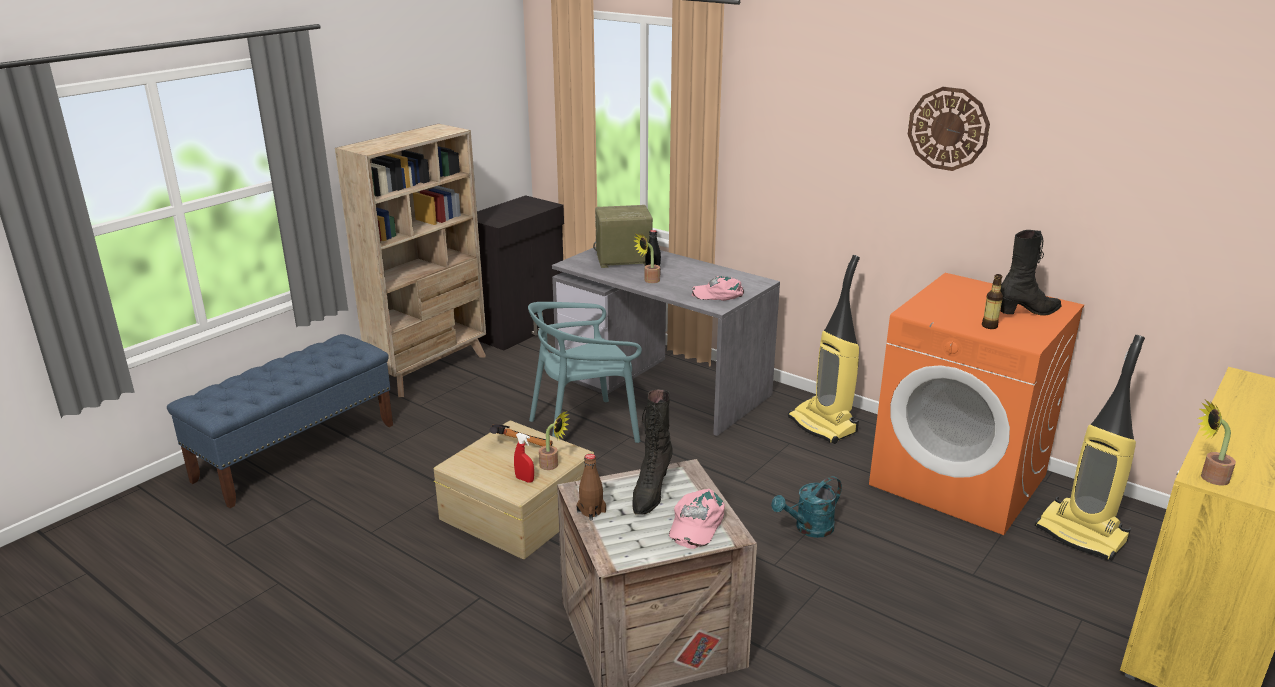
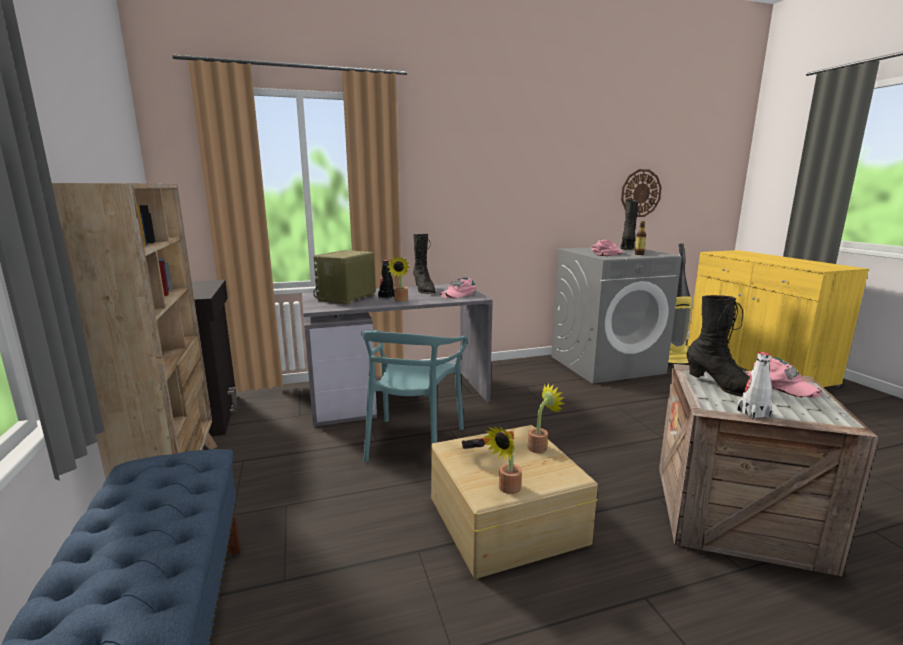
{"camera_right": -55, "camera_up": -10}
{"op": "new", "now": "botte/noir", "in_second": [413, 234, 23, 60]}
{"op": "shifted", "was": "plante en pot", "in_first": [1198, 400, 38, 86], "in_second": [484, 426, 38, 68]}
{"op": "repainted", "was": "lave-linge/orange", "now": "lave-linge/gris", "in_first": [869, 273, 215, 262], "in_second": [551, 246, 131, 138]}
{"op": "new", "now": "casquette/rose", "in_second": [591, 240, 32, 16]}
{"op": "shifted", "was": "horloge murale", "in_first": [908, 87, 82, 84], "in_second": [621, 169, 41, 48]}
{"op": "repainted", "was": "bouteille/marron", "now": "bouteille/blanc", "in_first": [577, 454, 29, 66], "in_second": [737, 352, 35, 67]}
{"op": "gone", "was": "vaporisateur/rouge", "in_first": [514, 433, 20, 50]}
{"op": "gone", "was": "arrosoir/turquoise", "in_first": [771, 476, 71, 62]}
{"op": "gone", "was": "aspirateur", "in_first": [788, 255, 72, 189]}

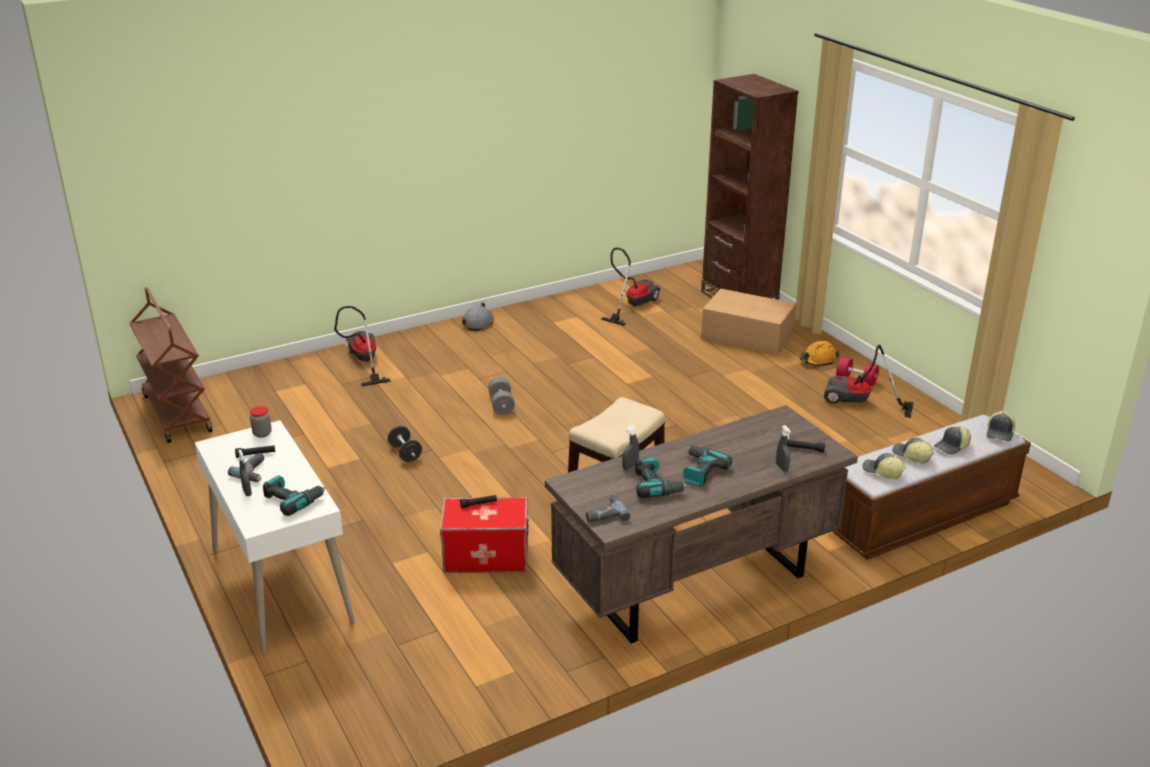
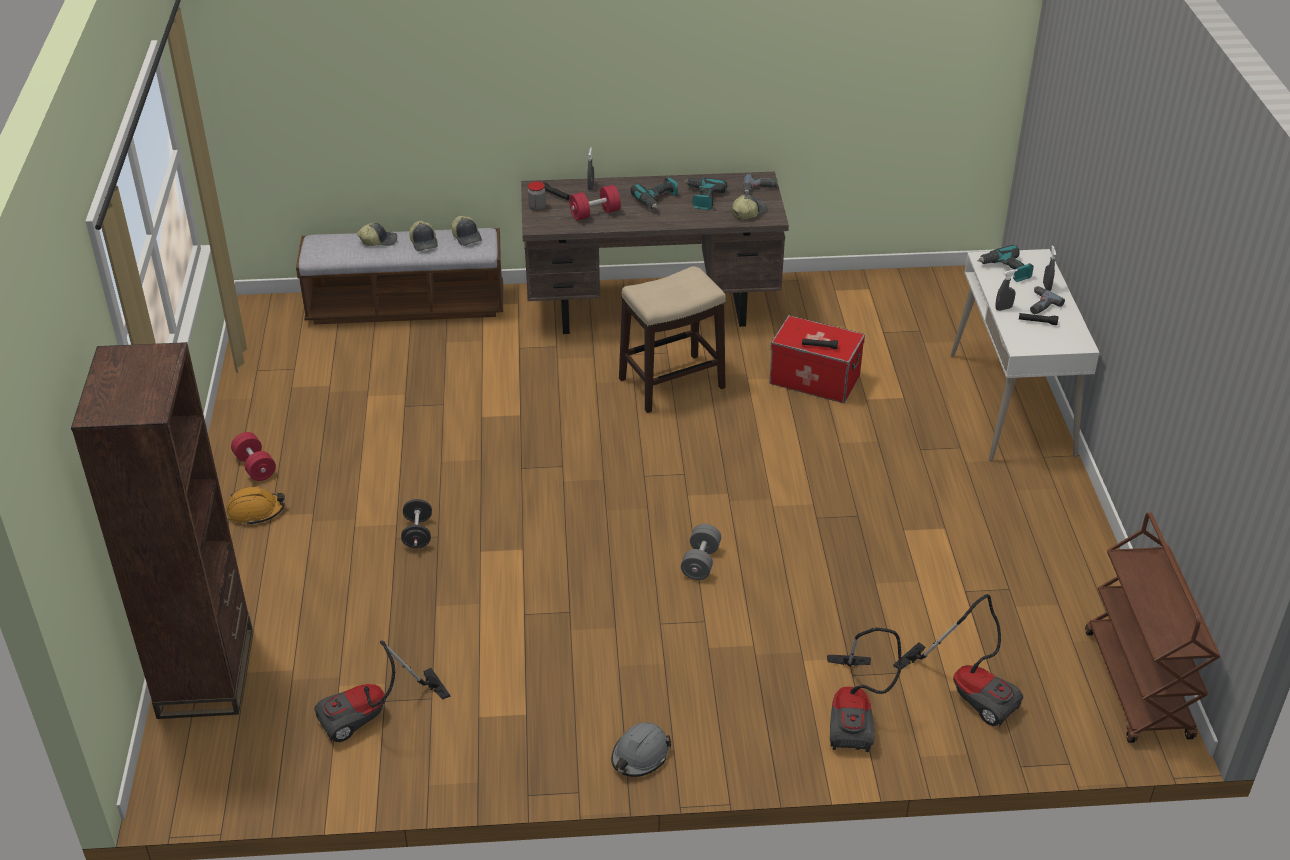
{"camera_right": -155, "camera_up": 10}
{"op": "shifted", "was": "haltère/noir", "in_first": [388, 426, 34, 36], "in_second": [401, 499, 31, 49]}
{"op": "shifted", "was": "bocal", "in_first": [250, 406, 22, 32], "in_second": [528, 181, 18, 30]}
{"op": "new", "now": "haltère/rouge", "in_second": [569, 185, 52, 35]}
{"op": "shifted", "was": "casquette", "in_first": [987, 411, 28, 30], "in_second": [732, 195, 35, 24]}
{"op": "shifted", "was": "aspirateur", "in_first": [824, 344, 90, 74], "in_second": [893, 594, 130, 133]}
{"op": "shifted", "was": "vaporisateur/gris", "in_first": [622, 425, 17, 45], "in_second": [995, 269, 22, 42]}
{"op": "gone", "was": "carton", "in_first": [701, 289, 95, 66]}

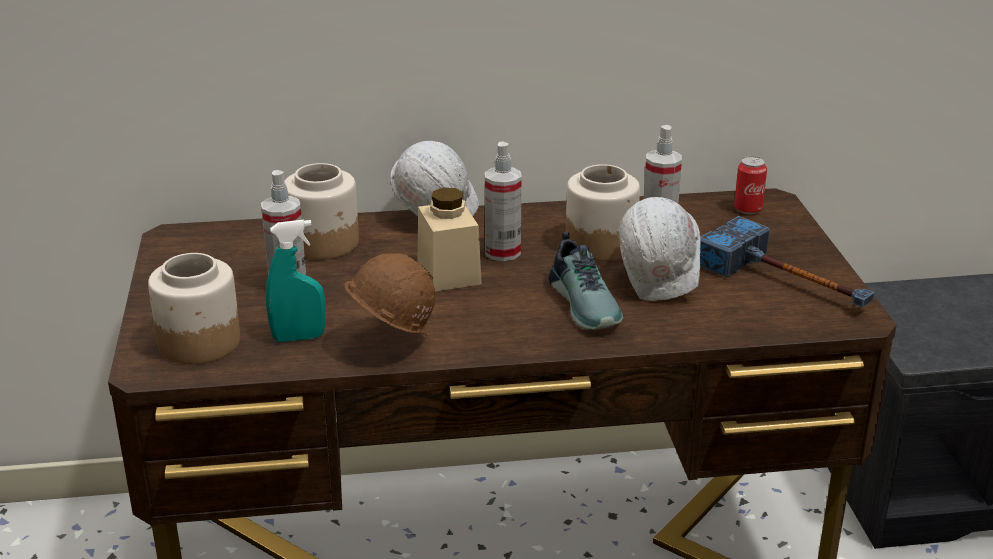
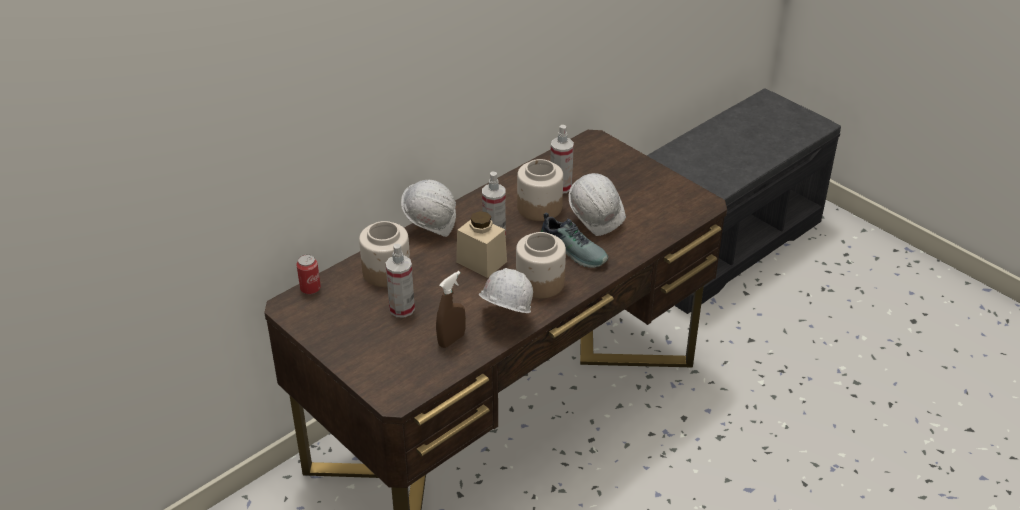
{"camera_right": -35, "camera_up": 10}
{"op": "shifted", "was": "boîte métallique", "in_first": [734, 156, 33, 58], "in_second": [297, 254, 24, 41]}
{"op": "repainted", "was": "vaporisateur/turquoise", "now": "vaporisateur/marron", "in_first": [266, 220, 60, 122], "in_second": [436, 271, 30, 77]}
{"op": "repainted", "was": "casque de chantier/marron", "now": "casque de chantier/blanc", "in_first": [344, 253, 91, 84], "in_second": [479, 268, 54, 45]}
{"op": "shifted", "was": "bocal", "in_first": [148, 253, 92, 111], "in_second": [516, 232, 50, 67]}
{"op": "gone", "was": "marteau", "in_first": [700, 216, 174, 91]}

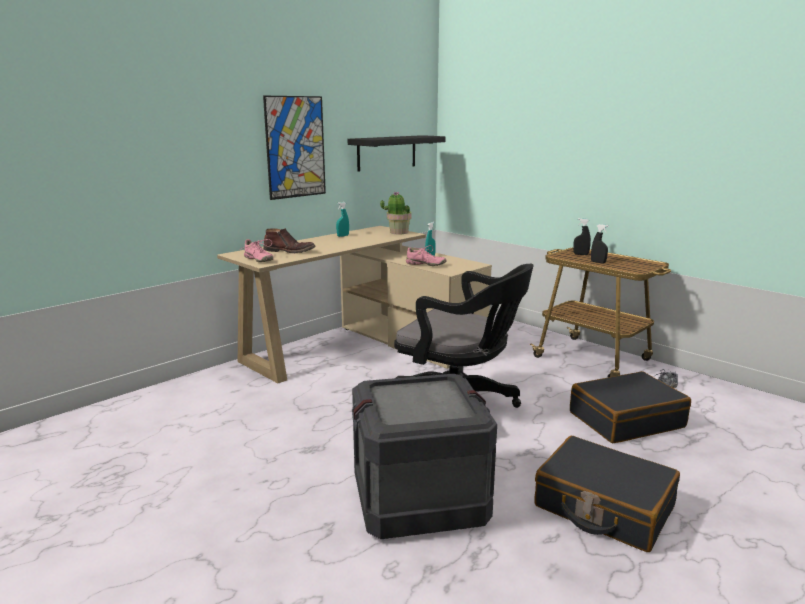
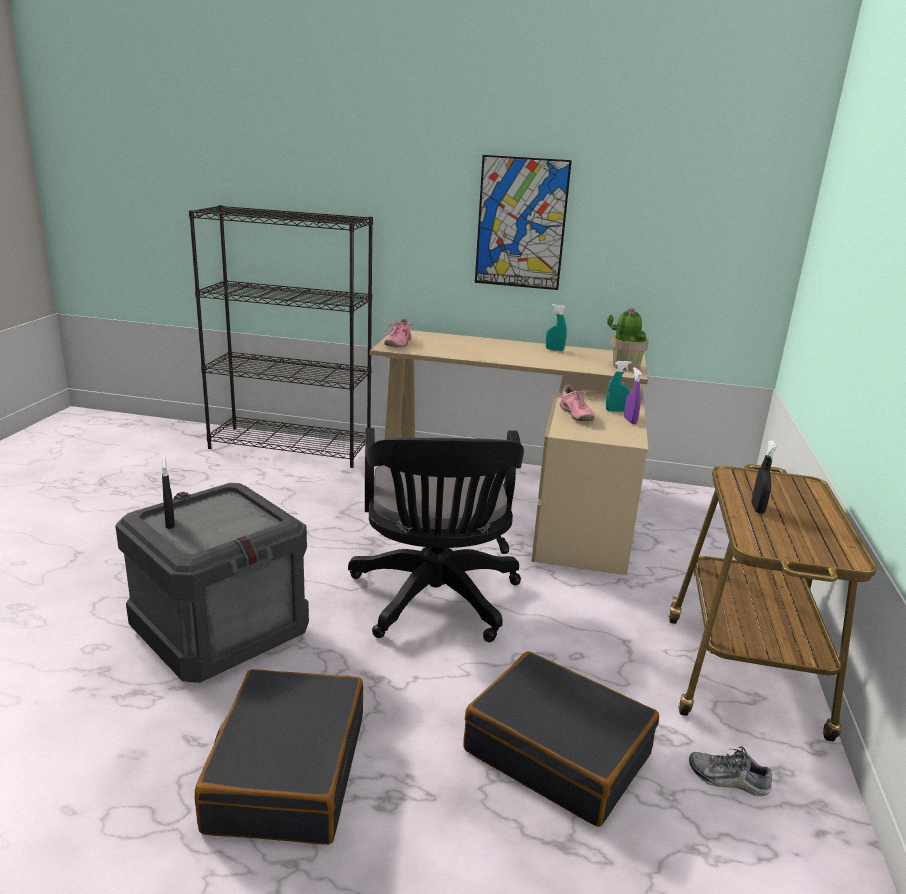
{"camera_right": 55, "camera_up": 5}
{"op": "shifted", "was": "vaporisateur/noir", "in_first": [573, 218, 18, 37], "in_second": [162, 457, 13, 72]}
{"op": "new", "now": "bibliothèque/noir", "in_second": [189, 205, 184, 263]}
{"op": "new", "now": "vaporisateur/violet", "in_second": [624, 367, 18, 57]}
{"op": "gone", "was": "botte/marron", "in_first": [263, 228, 52, 25]}
{"op": "gone", "was": "étagère/noir", "in_first": [348, 135, 98, 37]}

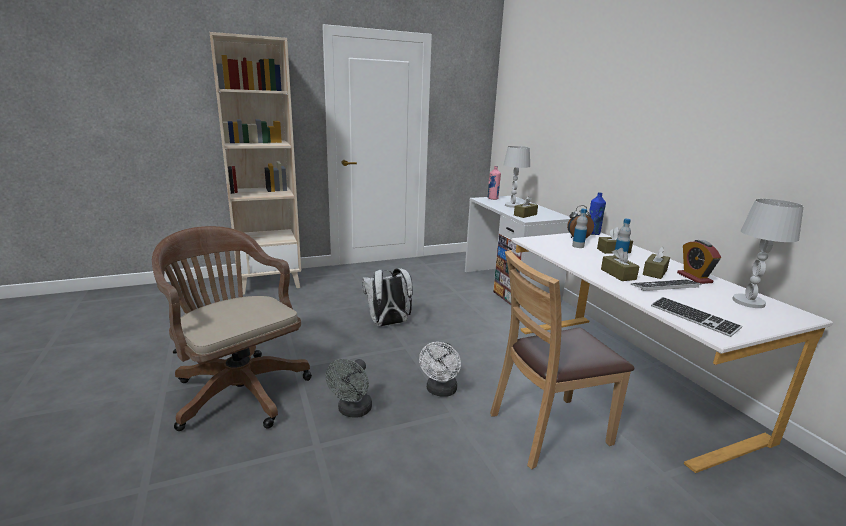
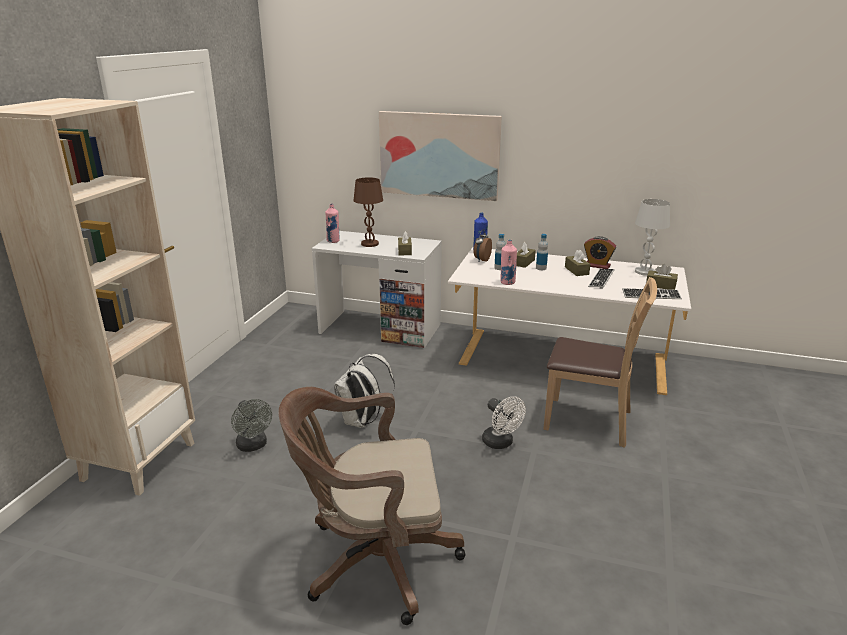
{"camera_right": -50, "camera_up": 5}
{"op": "shifted", "was": "ventilateur/gris", "in_first": [326, 359, 46, 59], "in_second": [231, 399, 41, 53]}
{"op": "repainted", "was": "lampe de table/blanc", "now": "lampe de table/marron", "in_first": [504, 146, 26, 62], "in_second": [353, 177, 30, 70]}
{"op": "new", "now": "tableau", "in_second": [379, 111, 123, 90]}
{"op": "new", "now": "bouteille/rose", "in_second": [500, 240, 17, 45]}
{"op": "rotated", "was": "chaise/marron", "in_first": [490, 250, 144, 219], "in_second": [543, 277, 114, 171], "clockwise": -90}
{"op": "shifted", "was": "boîte à mouchoirs/marron", "in_first": [601, 248, 39, 33], "in_second": [646, 264, 32, 26]}

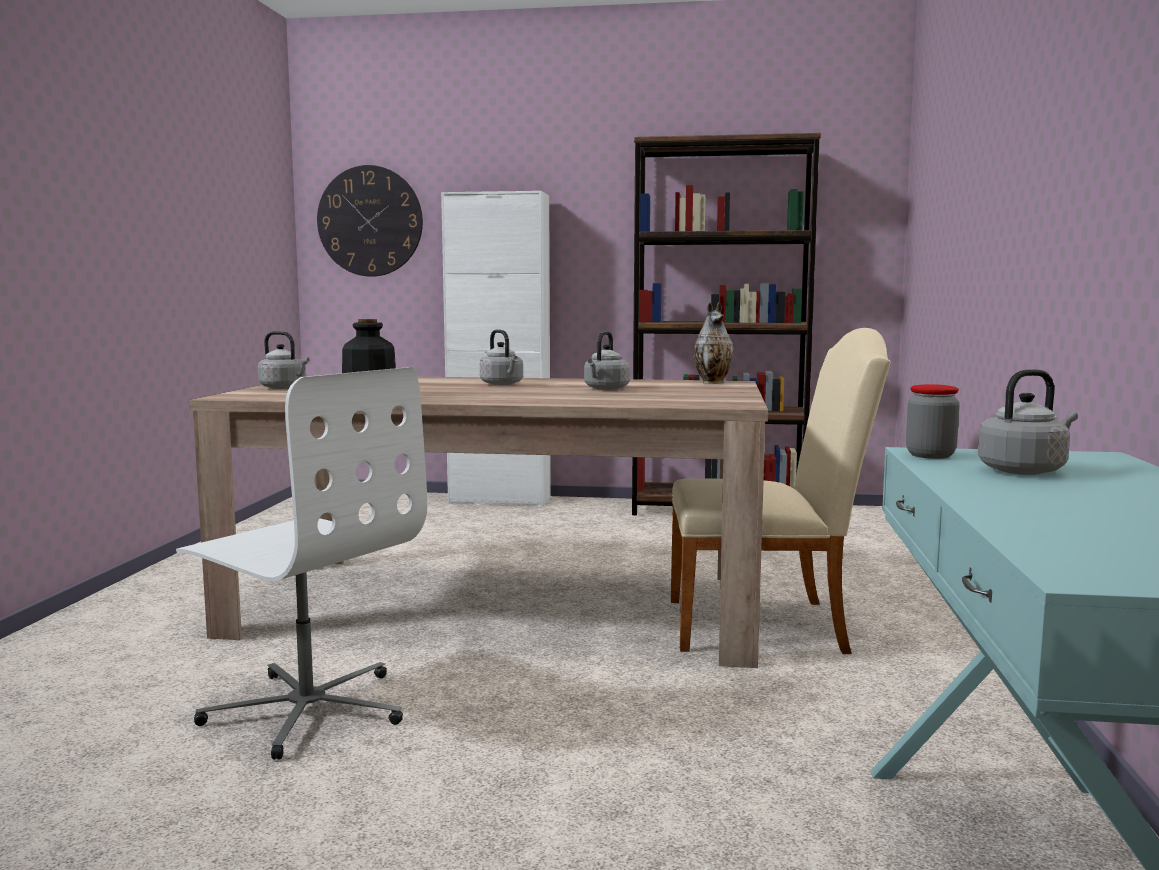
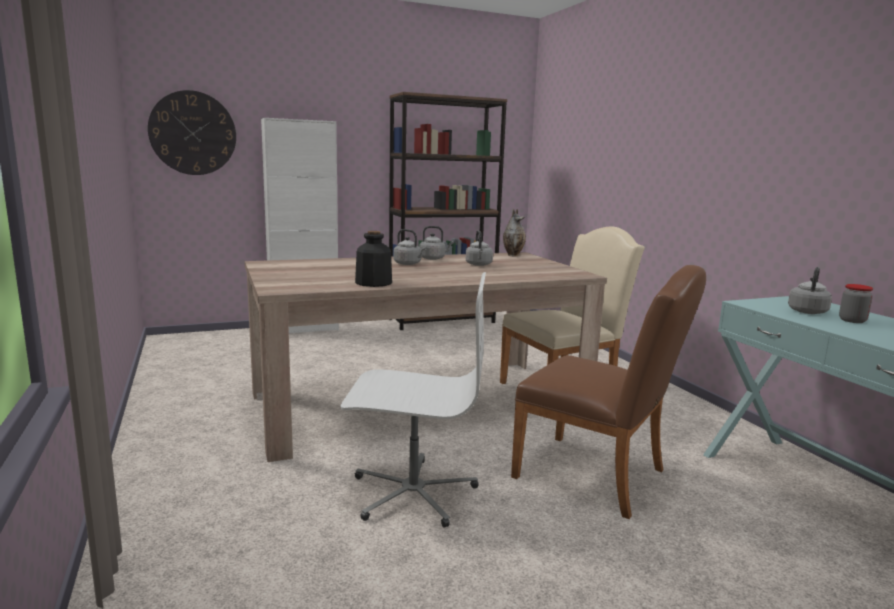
{"camera_right": -30, "camera_up": 5}
{"op": "shifted", "was": "bouilloire/gris", "in_first": [258, 331, 52, 58], "in_second": [419, 226, 35, 34]}
{"op": "new", "now": "chaise/marron", "in_second": [511, 265, 195, 254]}
{"op": "shifted", "was": "bocal", "in_first": [906, 384, 54, 75], "in_second": [839, 284, 34, 39]}

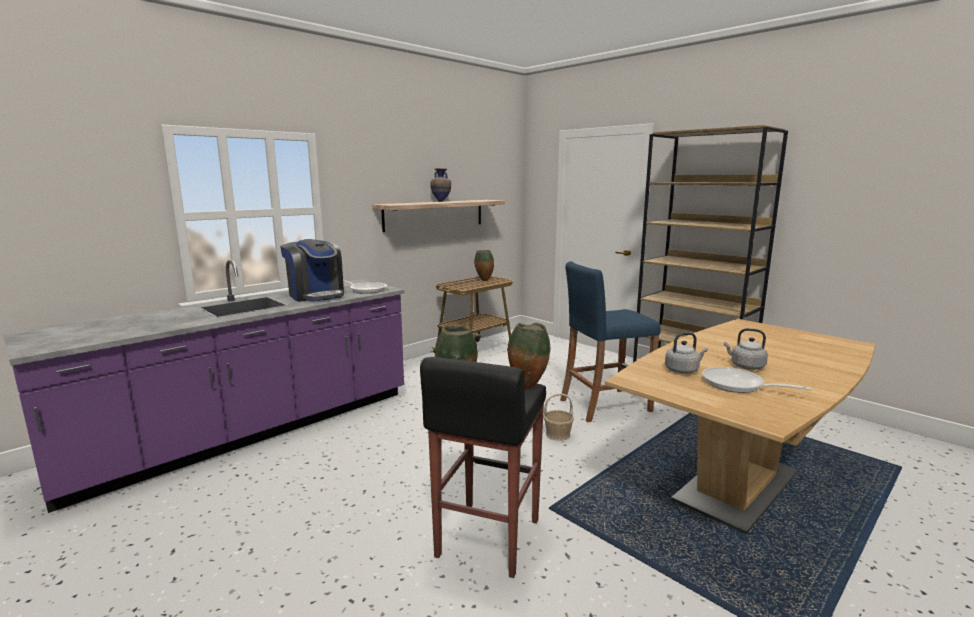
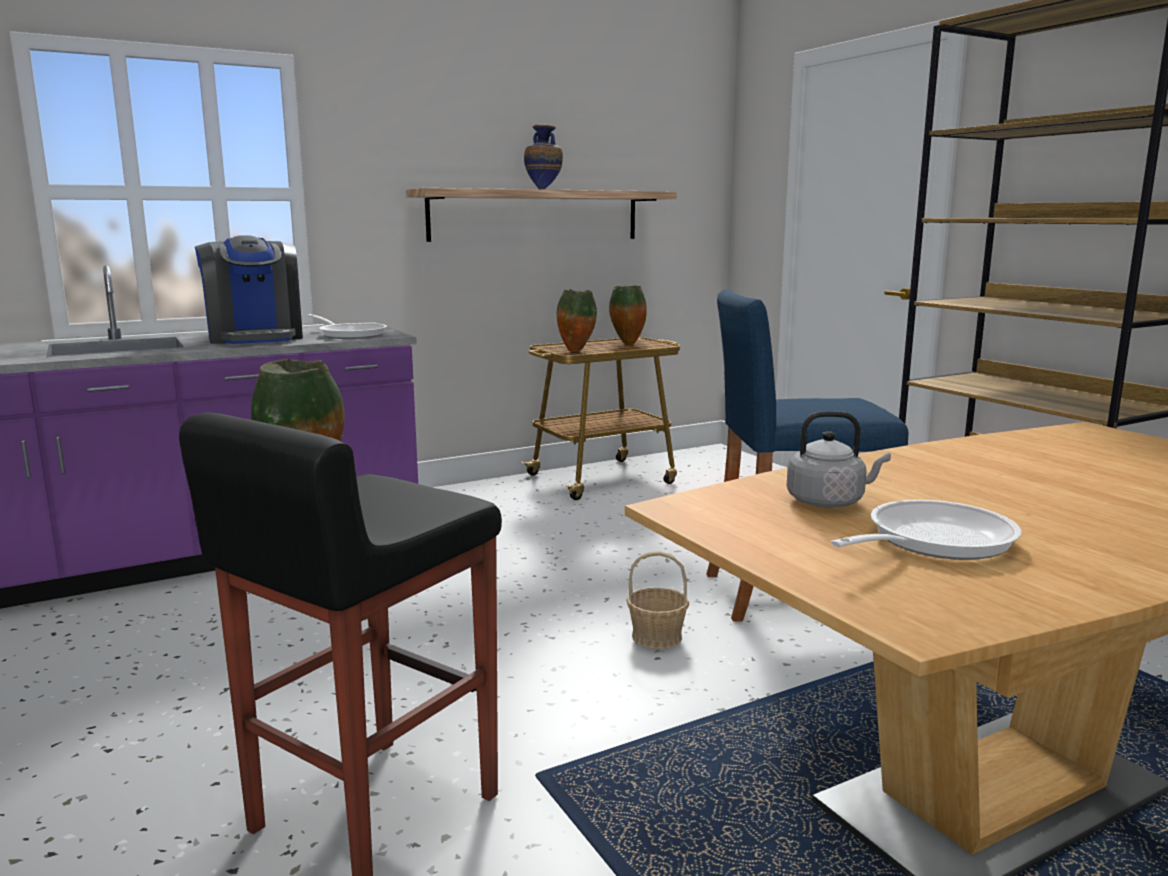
{"camera_right": 15, "camera_up": 0}
{"op": "shifted", "was": "vase", "in_first": [508, 323, 42, 66], "in_second": [557, 289, 40, 63]}
{"op": "rotated", "was": "poêle", "in_first": [702, 367, 110, 26], "in_second": [831, 500, 190, 60], "clockwise": 90}
{"op": "gone", "was": "bouilloire/gris", "in_first": [724, 328, 44, 42]}

